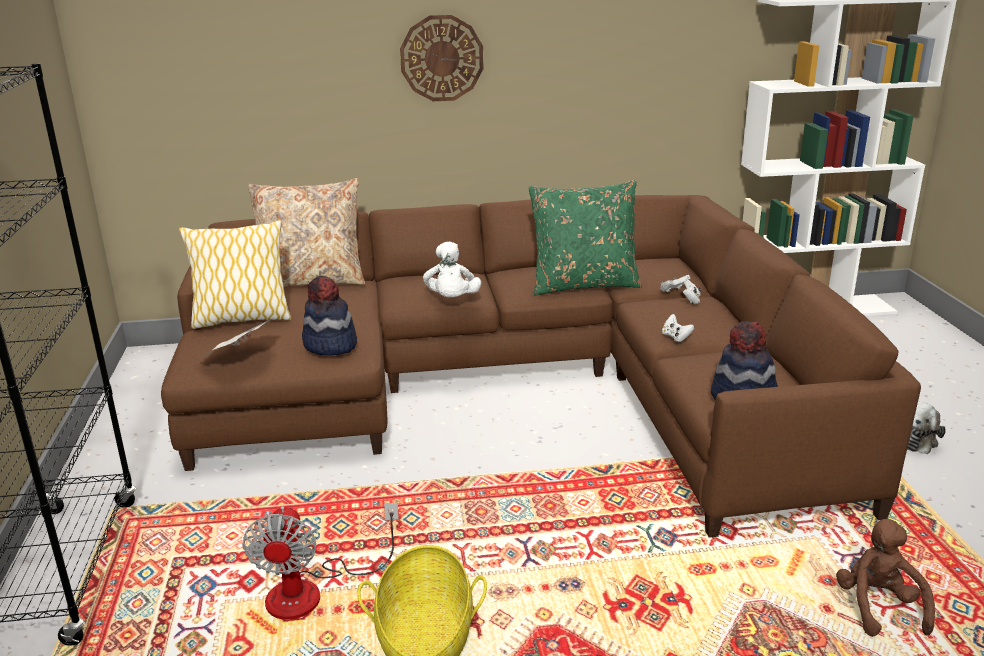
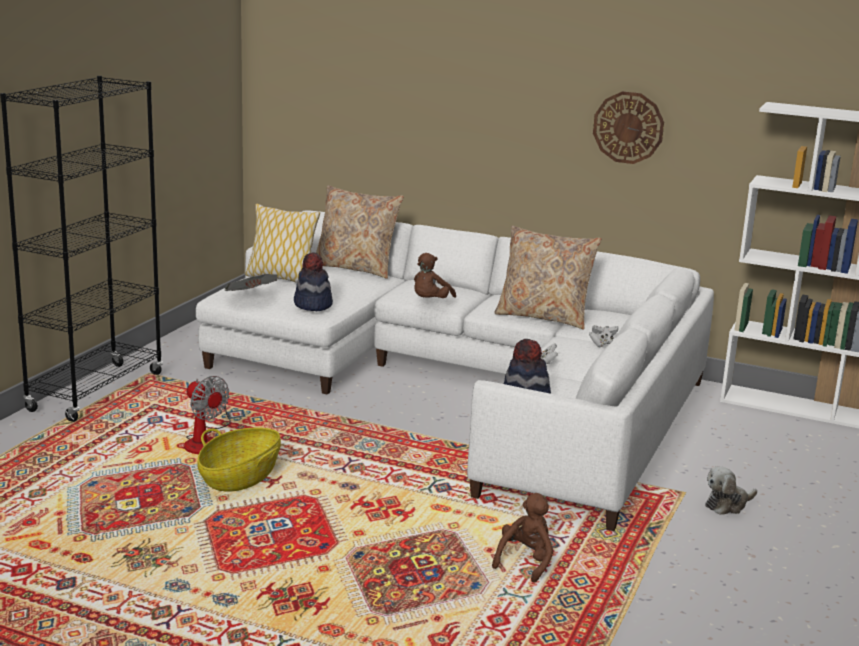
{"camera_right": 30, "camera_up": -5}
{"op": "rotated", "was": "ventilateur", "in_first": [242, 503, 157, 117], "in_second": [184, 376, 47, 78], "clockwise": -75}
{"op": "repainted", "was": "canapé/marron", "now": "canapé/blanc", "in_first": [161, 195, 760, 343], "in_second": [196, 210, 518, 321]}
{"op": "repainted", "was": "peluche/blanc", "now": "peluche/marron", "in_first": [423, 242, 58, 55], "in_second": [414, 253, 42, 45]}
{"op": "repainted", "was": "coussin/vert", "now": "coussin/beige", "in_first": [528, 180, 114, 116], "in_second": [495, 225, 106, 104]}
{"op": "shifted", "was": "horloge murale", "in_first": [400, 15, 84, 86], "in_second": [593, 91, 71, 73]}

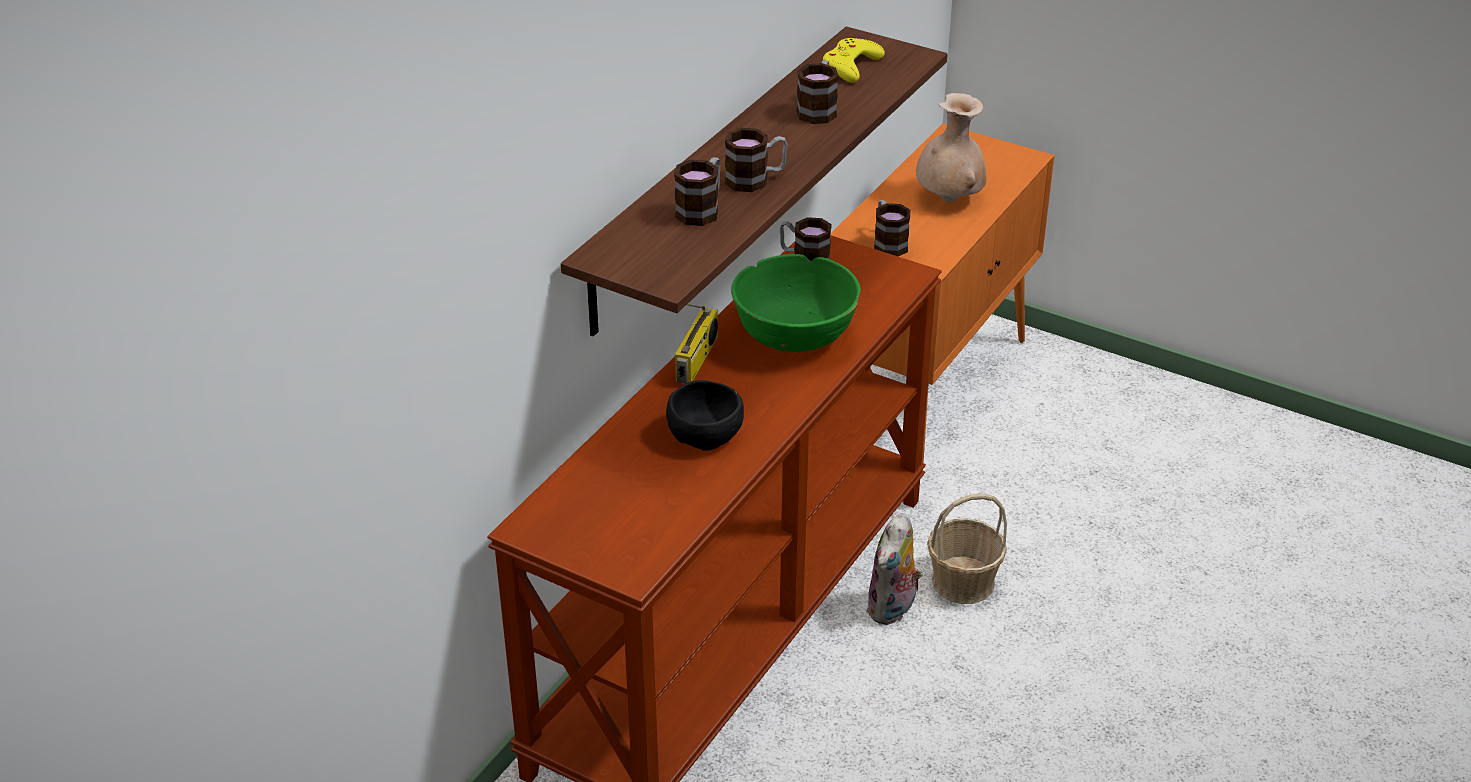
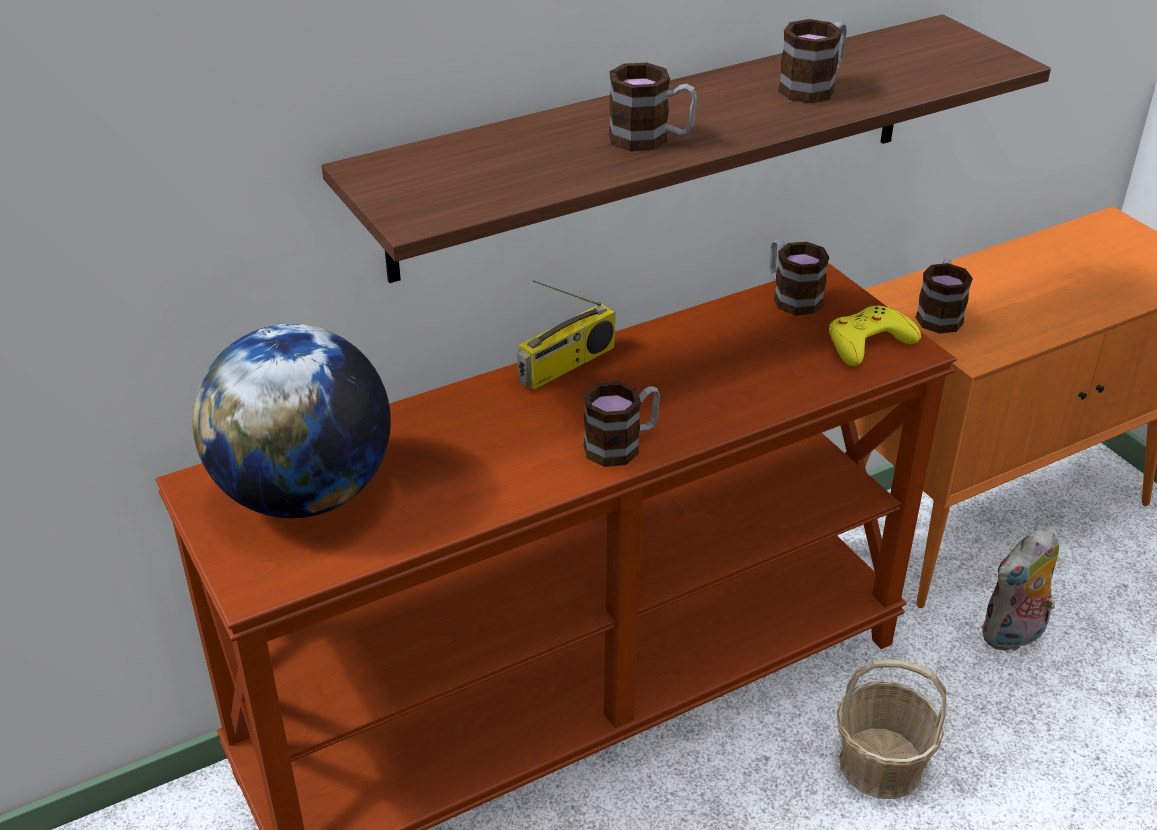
{"camera_right": 30, "camera_up": 0}
{"op": "new", "now": "globe", "in_second": [193, 324, 198, 194]}
{"op": "shifted", "was": "mug", "in_first": [674, 157, 46, 69], "in_second": [583, 381, 77, 86]}
{"op": "shifted", "was": "manette/jaune", "in_first": [823, 38, 62, 45], "in_second": [829, 306, 92, 60]}
{"op": "shifted", "was": "peluche", "in_first": [866, 513, 57, 112], "in_second": [981, 526, 78, 125]}
{"op": "gone", "was": "bol/noir", "in_first": [666, 380, 78, 71]}
{"op": "gone", "was": "bol/vert", "in_first": [731, 254, 130, 98]}
{"op": "gone", "was": "vase/beige", "in_first": [916, 93, 70, 109]}

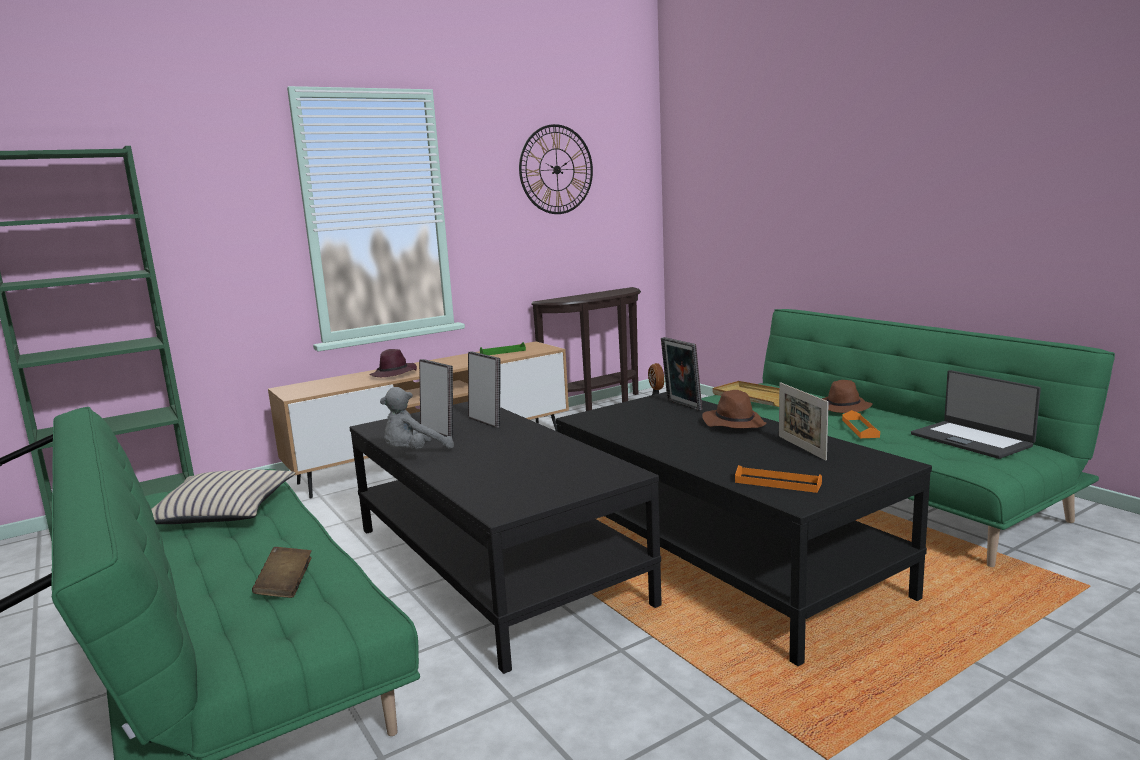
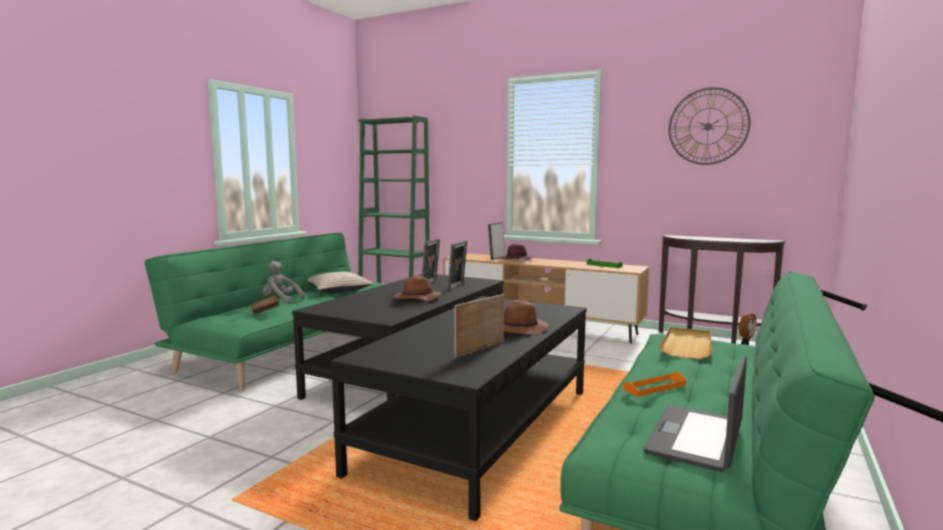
{"camera_right": 60, "camera_up": -5}
{"op": "shifted", "was": "peluche/gris", "in_first": [380, 387, 74, 63], "in_second": [262, 261, 43, 42]}
{"op": "shifted", "was": "chapeau/marron", "in_first": [822, 380, 50, 33], "in_second": [394, 276, 47, 25]}
{"op": "shifted", "was": "cadre photo", "in_first": [661, 337, 41, 74], "in_second": [488, 222, 17, 38]}
{"op": "gone", "was": "plateau/orange", "in_first": [735, 465, 87, 28]}

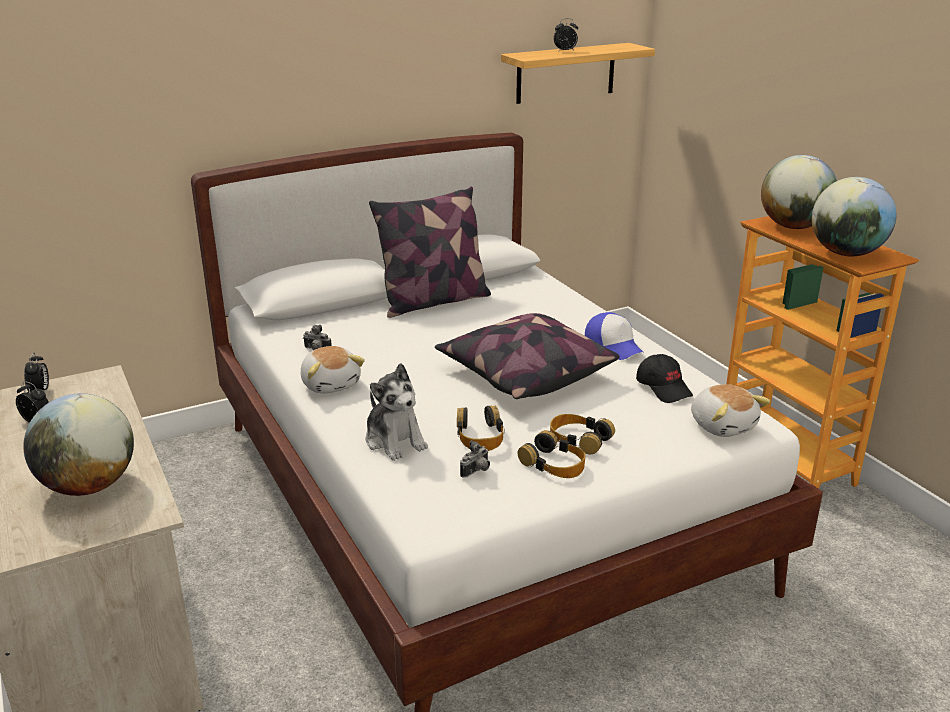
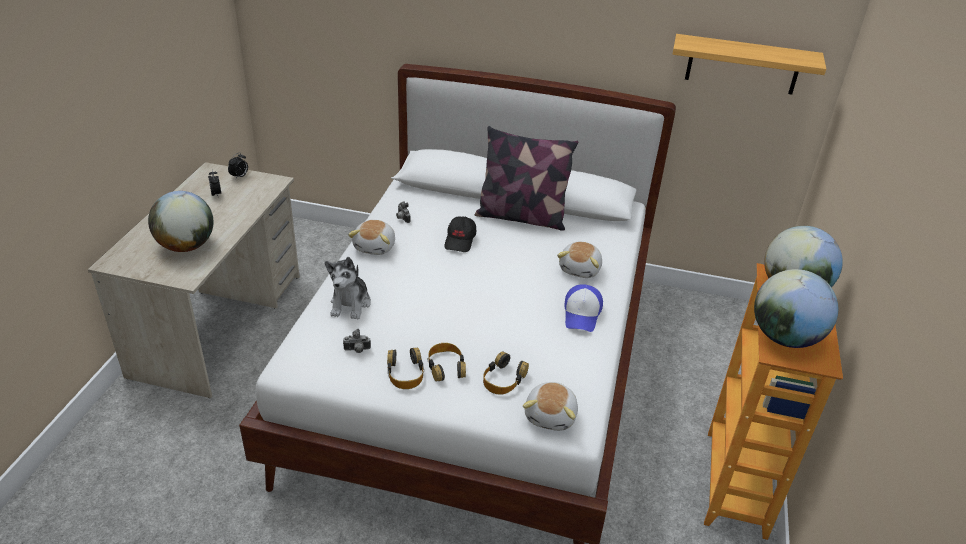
{"camera_right": 40, "camera_up": 10}
{"op": "shifted", "was": "casquette/noir", "in_first": [636, 354, 57, 49], "in_second": [444, 216, 32, 36]}
{"op": "shifted", "was": "casque audio", "in_first": [457, 406, 48, 45], "in_second": [483, 352, 46, 43]}
{"op": "new", "now": "peluche", "in_second": [557, 241, 45, 37]}
{"op": "gone", "was": "coussin", "in_first": [435, 313, 185, 86]}
{"op": "gone", "was": "réveil", "in_first": [554, 18, 24, 33]}

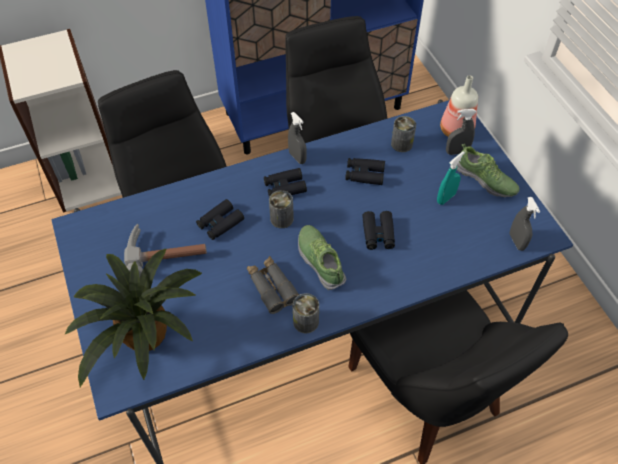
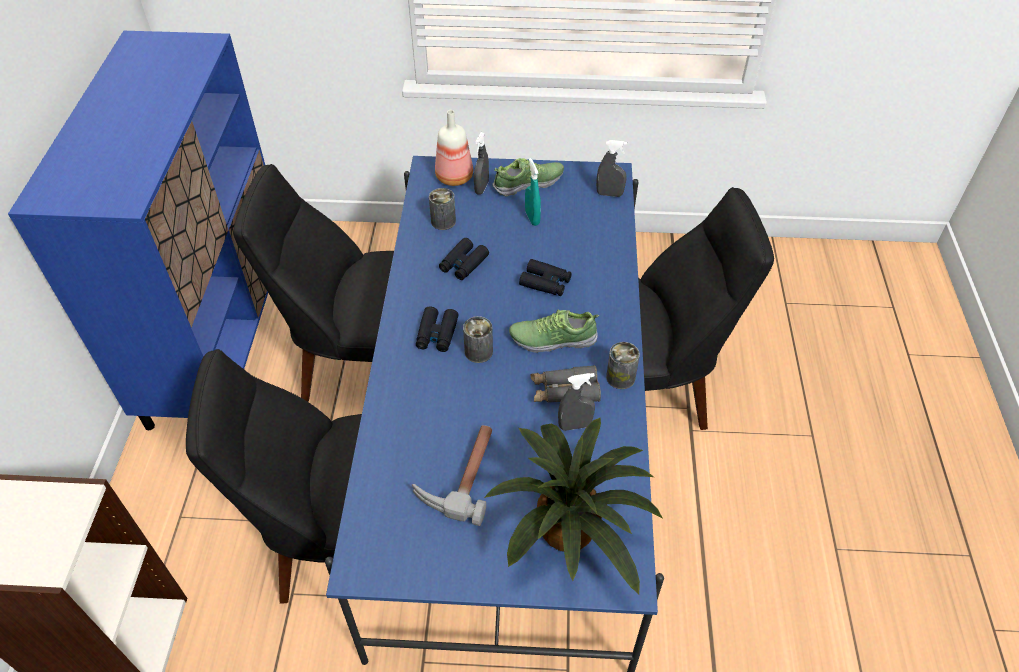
{"camera_right": -65, "camera_up": -5}
{"op": "shifted", "was": "vaporisateur/gris", "in_first": [288, 112, 19, 52], "in_second": [558, 373, 37, 58]}
{"op": "gone", "was": "jumelles/noir", "in_first": [196, 199, 48, 41]}

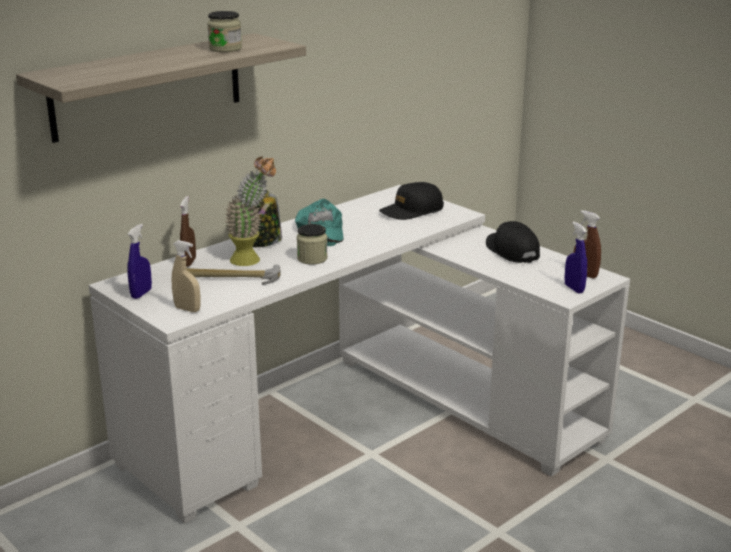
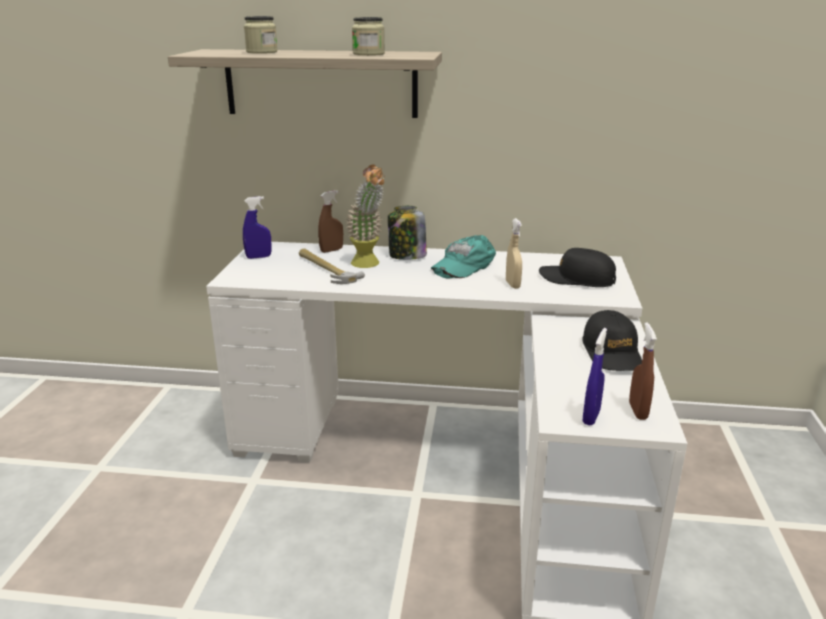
{"camera_right": 50, "camera_up": 0}
{"op": "shifted", "was": "bocal", "in_first": [297, 224, 31, 40], "in_second": [244, 16, 34, 38]}
{"op": "shifted", "was": "vaporisateur/beige", "in_first": [172, 240, 28, 72], "in_second": [506, 218, 16, 71]}
{"op": "rotated", "was": "casquette/noir", "in_first": [486, 221, 54, 42], "in_second": [582, 310, 60, 61], "clockwise": 150}

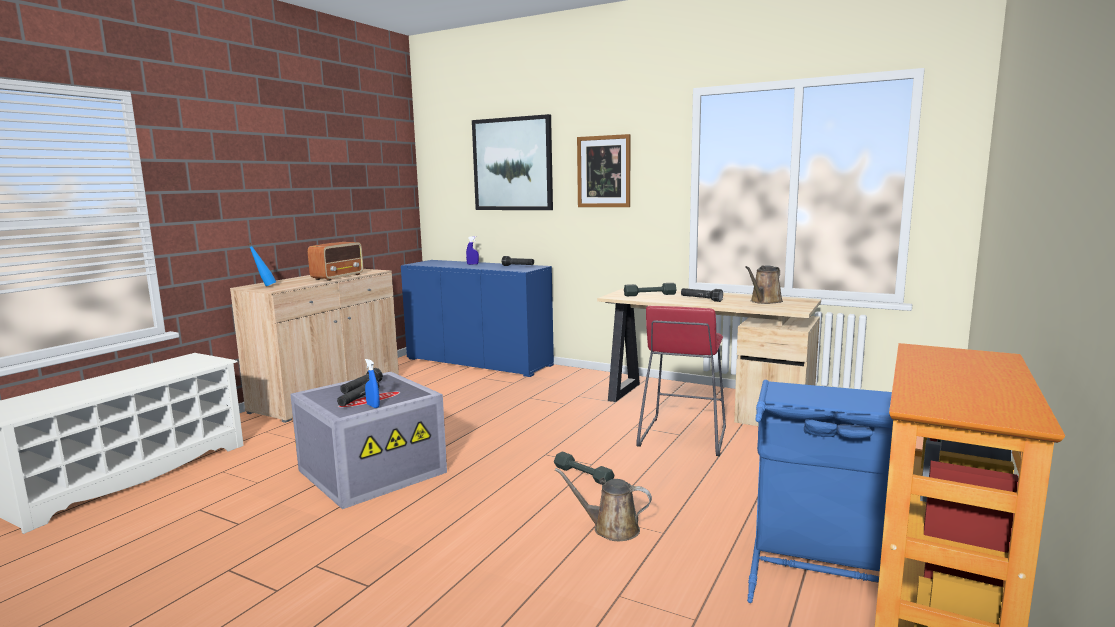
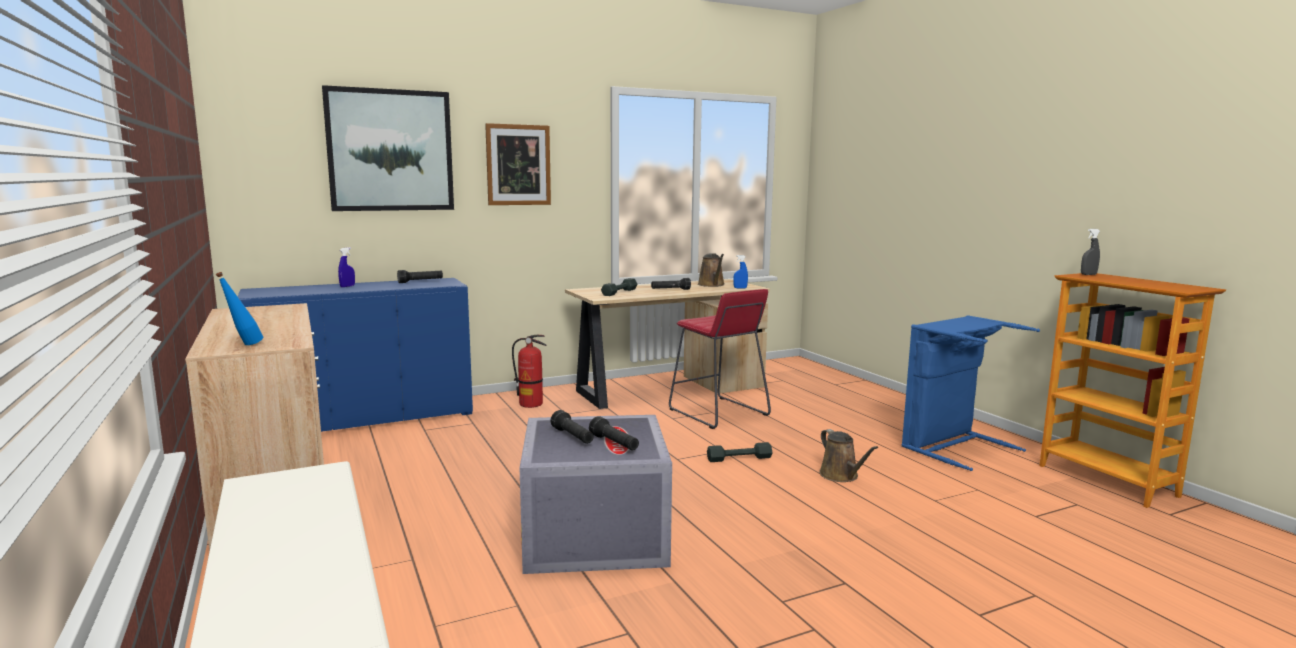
{"camera_right": -55, "camera_up": 0}
{"op": "new", "now": "extincteur", "in_second": [512, 335, 34, 73]}
{"op": "shifted", "was": "vaporisateur/bleu", "in_first": [365, 359, 15, 49], "in_second": [733, 255, 15, 34]}
{"op": "rotated", "was": "arrosoir/marron", "in_first": [555, 468, 97, 73], "in_second": [819, 429, 59, 53], "clockwise": -75}
{"op": "new", "now": "vaporisateur/gris", "in_second": [1081, 229, 19, 46]}
{"op": "gone", "was": "radio", "in_first": [308, 242, 55, 39]}

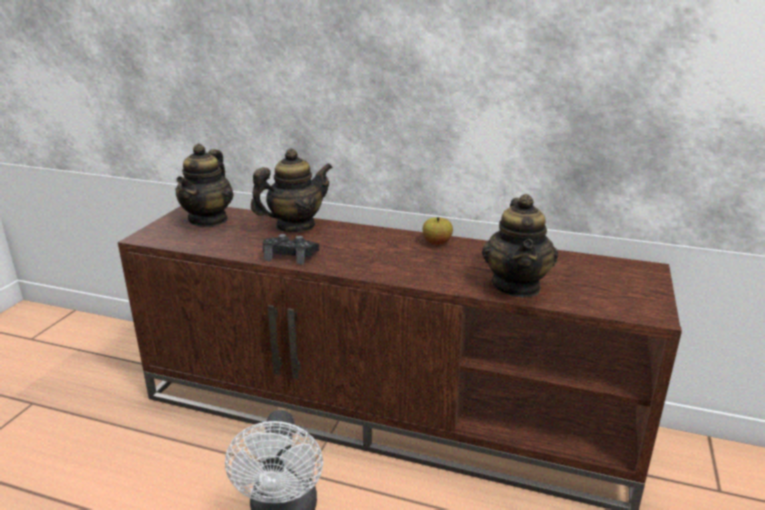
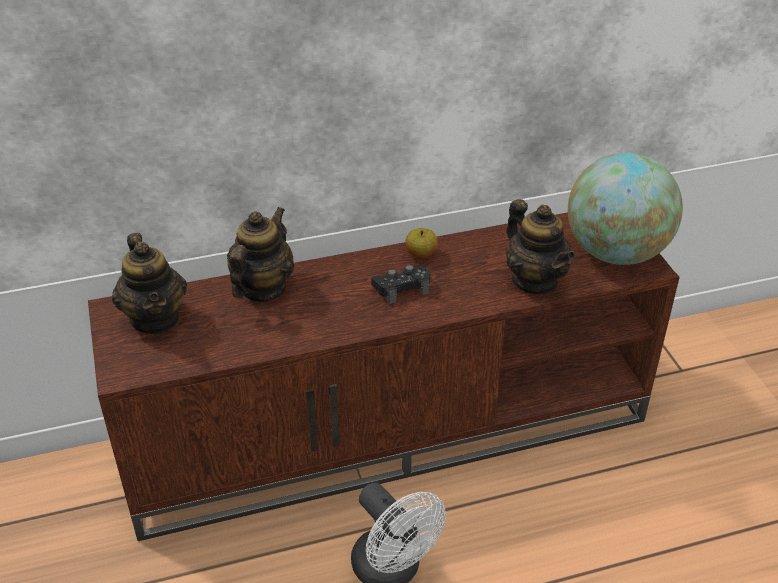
{"camera_right": -35, "camera_up": 15}
{"op": "shifted", "was": "manette/noir", "in_first": [263, 234, 56, 31], "in_second": [371, 265, 59, 39]}
{"op": "new", "now": "globe", "in_second": [568, 152, 115, 113]}

